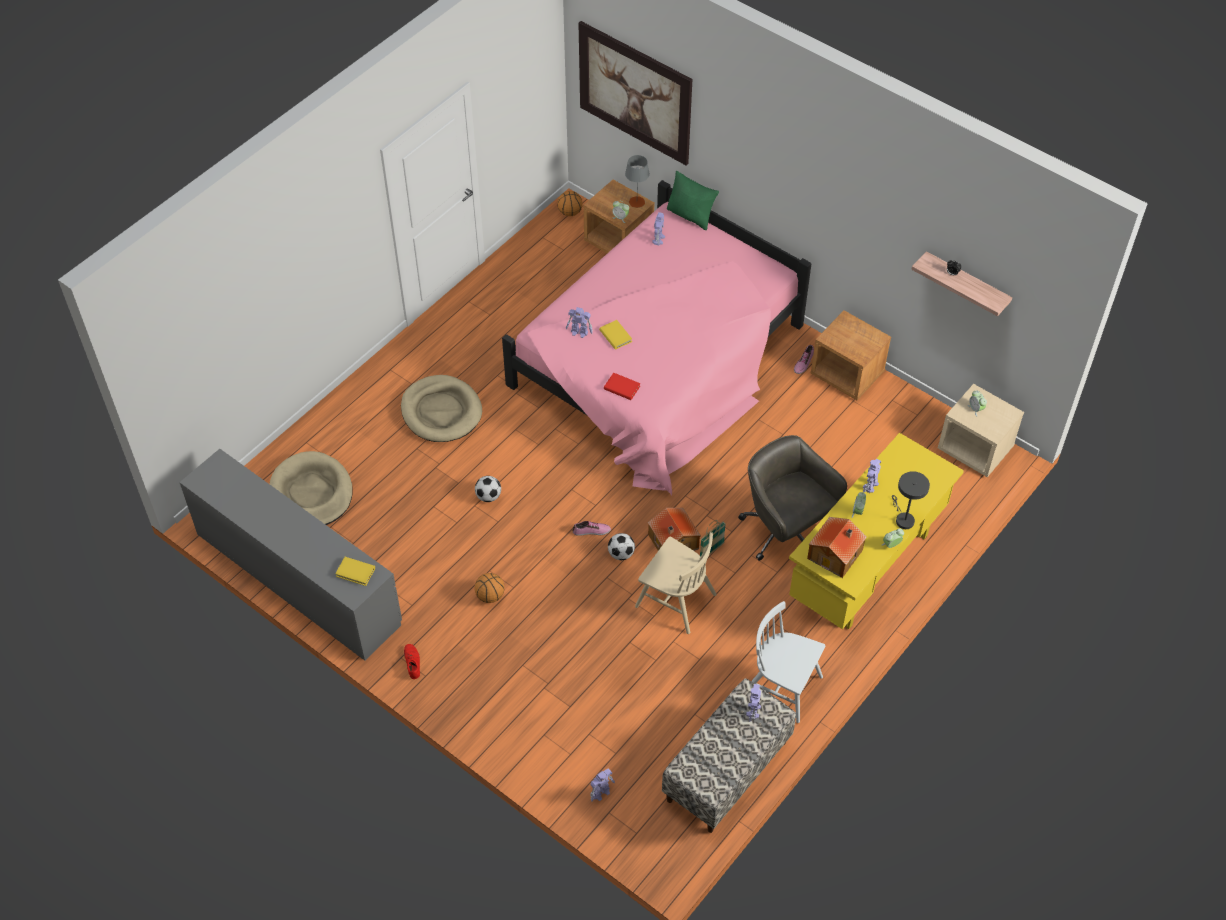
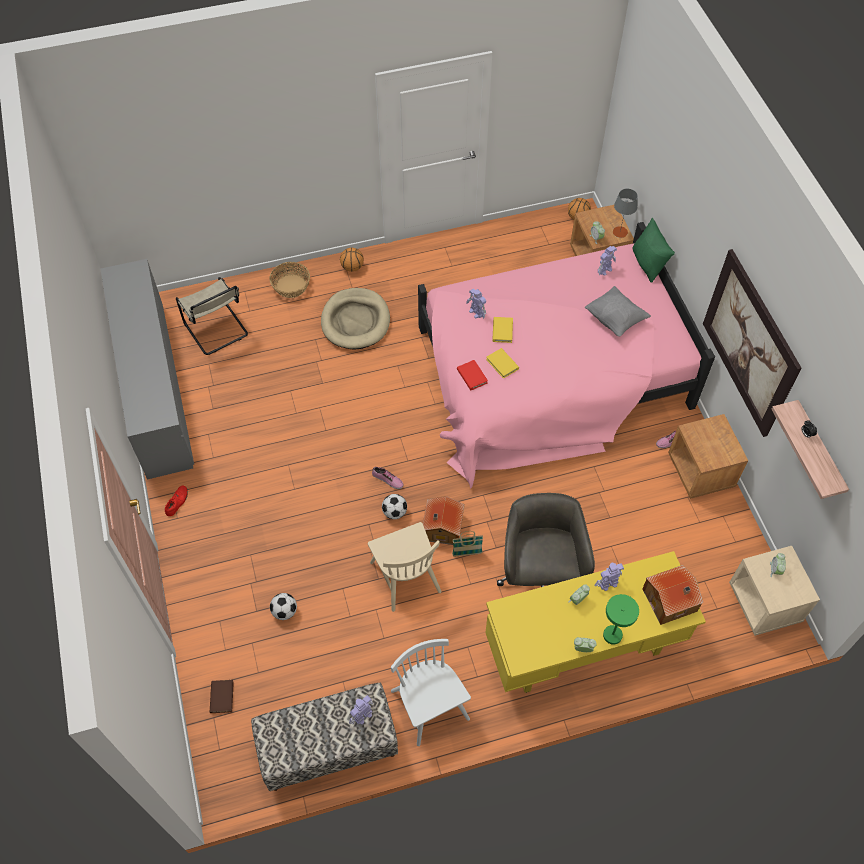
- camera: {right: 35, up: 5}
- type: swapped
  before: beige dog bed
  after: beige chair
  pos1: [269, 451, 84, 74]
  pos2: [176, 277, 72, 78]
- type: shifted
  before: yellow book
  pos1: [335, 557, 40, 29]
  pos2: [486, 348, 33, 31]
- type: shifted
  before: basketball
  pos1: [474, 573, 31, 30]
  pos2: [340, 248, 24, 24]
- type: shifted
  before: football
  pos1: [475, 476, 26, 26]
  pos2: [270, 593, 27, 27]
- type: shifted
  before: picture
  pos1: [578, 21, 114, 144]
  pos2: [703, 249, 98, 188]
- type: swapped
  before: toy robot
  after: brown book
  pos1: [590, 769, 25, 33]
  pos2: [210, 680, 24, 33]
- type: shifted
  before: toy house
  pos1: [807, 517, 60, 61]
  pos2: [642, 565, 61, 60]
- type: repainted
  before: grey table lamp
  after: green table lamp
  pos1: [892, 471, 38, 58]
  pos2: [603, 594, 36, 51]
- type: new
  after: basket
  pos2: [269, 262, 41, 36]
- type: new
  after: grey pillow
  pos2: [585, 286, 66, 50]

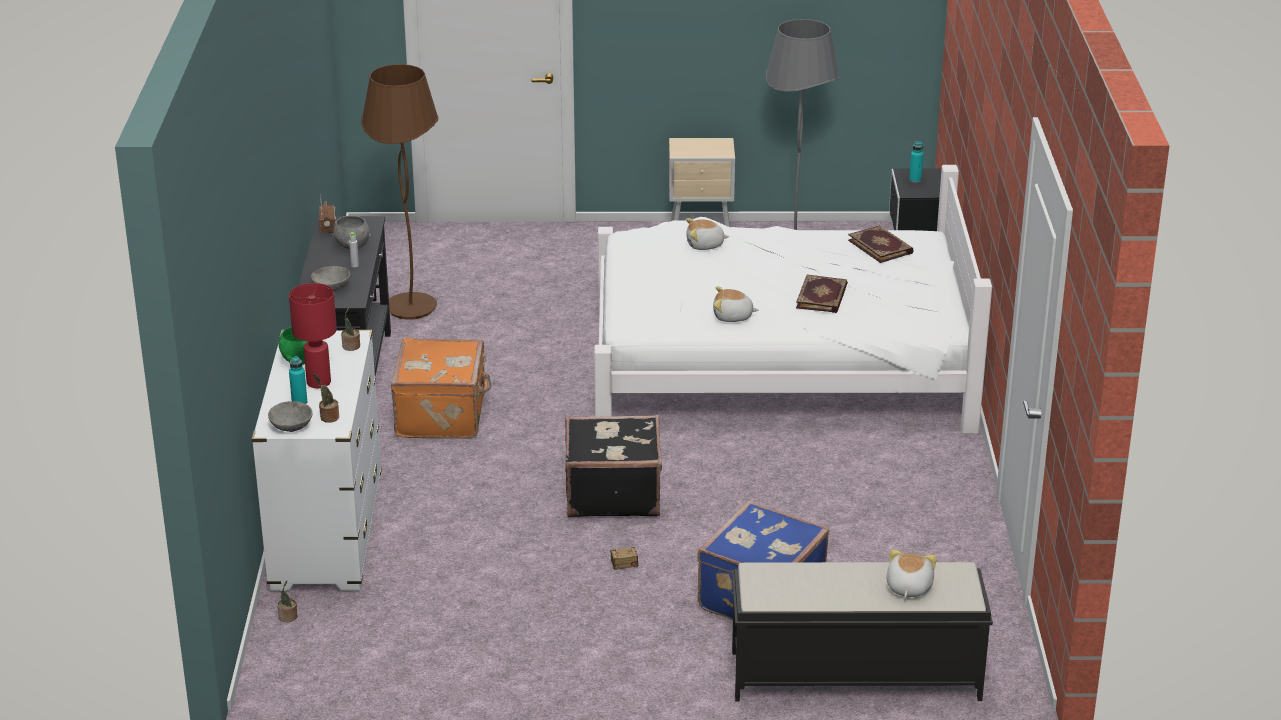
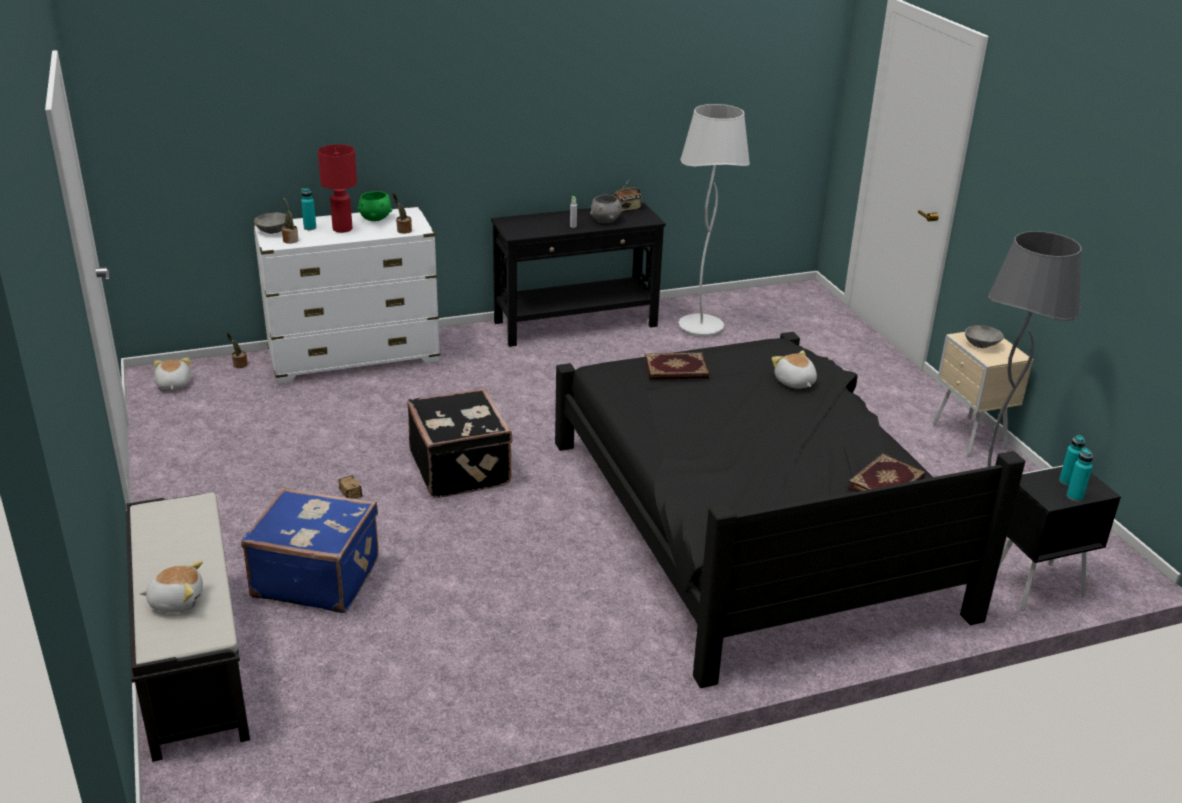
- camera: {right: 70, up: 0}
- type: shifted
  before: grey bowl
  pos1: [311, 266, 39, 25]
  pos2: [965, 325, 39, 23]
- type: repainted
  before: brown floor lamp
  after: white floor lamp
  pos1: [361, 64, 78, 256]
  pos2: [679, 104, 71, 232]
- type: gone
  before: orange suitcase
  pos1: [391, 338, 100, 101]
- type: repainted
  before: white bed
  after: black bed
  pos1: [594, 165, 398, 269]
  pos2: [555, 332, 470, 356]
- type: shifted
  before: plush toy
  pos1: [713, 287, 46, 35]
  pos2: [154, 358, 37, 32]
- type: shifted
  before: book
  pos1: [796, 275, 52, 38]
  pos2: [644, 352, 65, 28]
- type: new
  after: turquoise bottle
  pos2: [1067, 448, 26, 53]

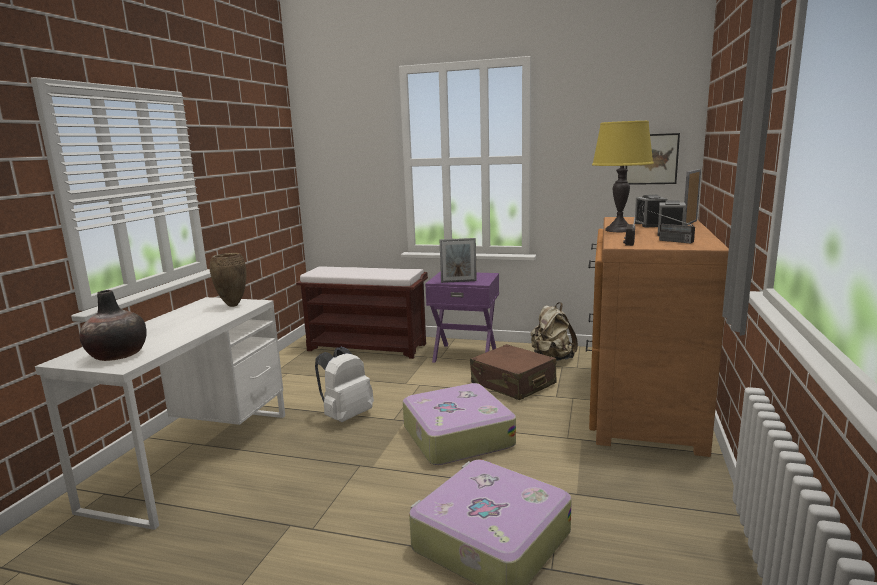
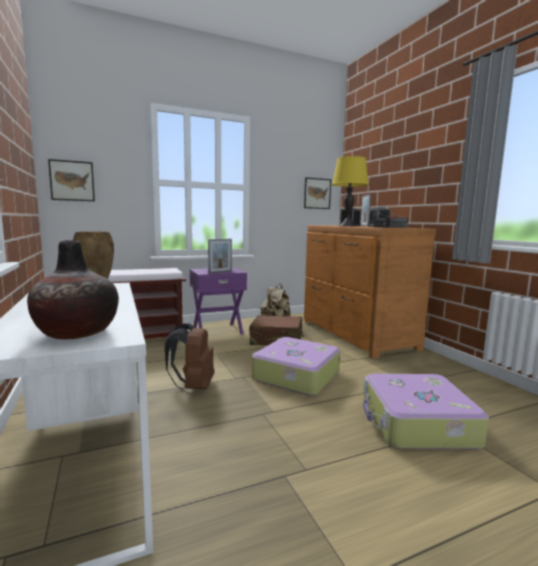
- camera: {right: -40, up: -5}
- type: repainted
  before: white backpack
  after: brown backpack
  pos1: [315, 346, 59, 76]
  pos2: [165, 323, 50, 67]
- type: new
  after: picture
  pos2: [48, 159, 47, 42]

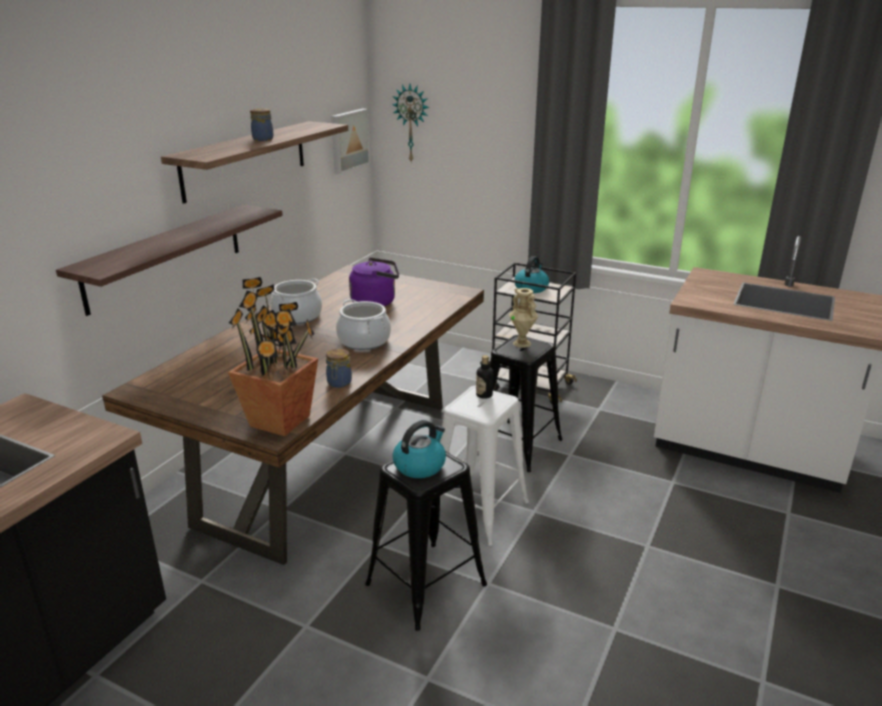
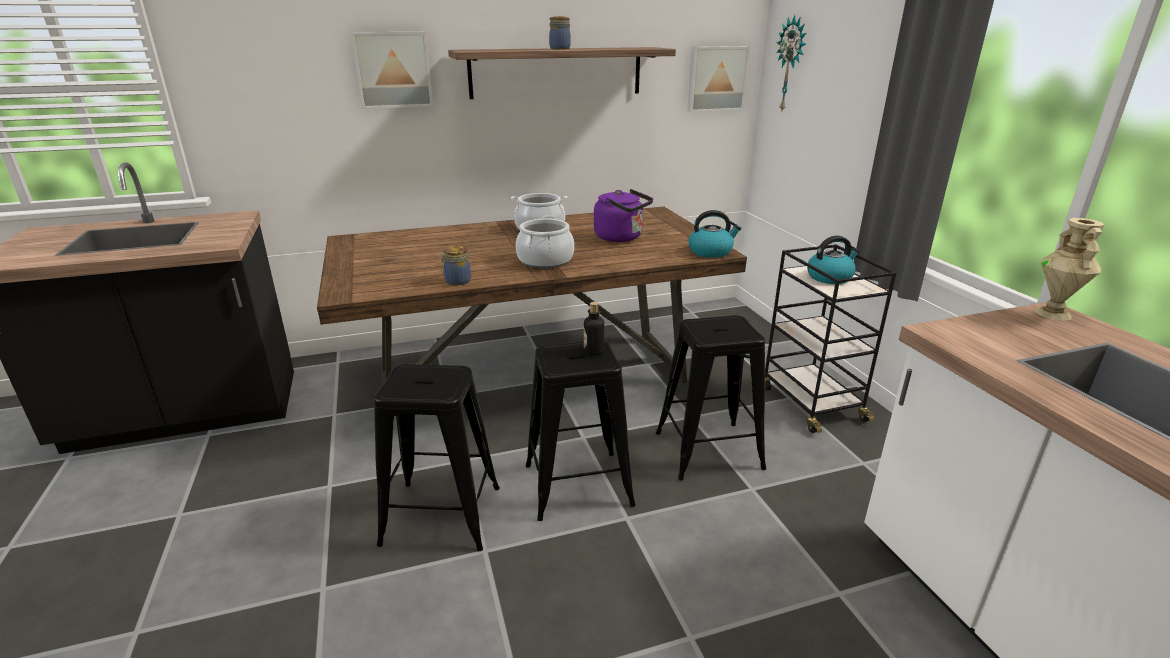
- camera: {right: 45, up: 0}
- type: gone
  before: shelf
  pos1: [56, 205, 227, 111]
- type: gone
  before: potted plant
  pos1: [228, 277, 90, 159]
- type: shifted
  before: kettle
  pos1: [392, 420, 54, 58]
  pos2: [688, 210, 54, 48]
- type: repainted
  before: white stool
  after: black stool
  pos1: [440, 386, 89, 160]
  pos2: [526, 341, 110, 180]
- type: shifted
  before: beige vase
  pos1: [509, 288, 29, 60]
  pos2: [1035, 218, 69, 103]
- type: new
  after: picture
  pos2: [351, 32, 82, 77]

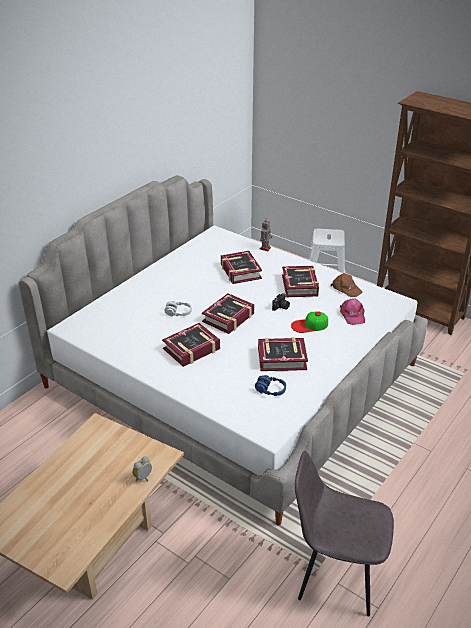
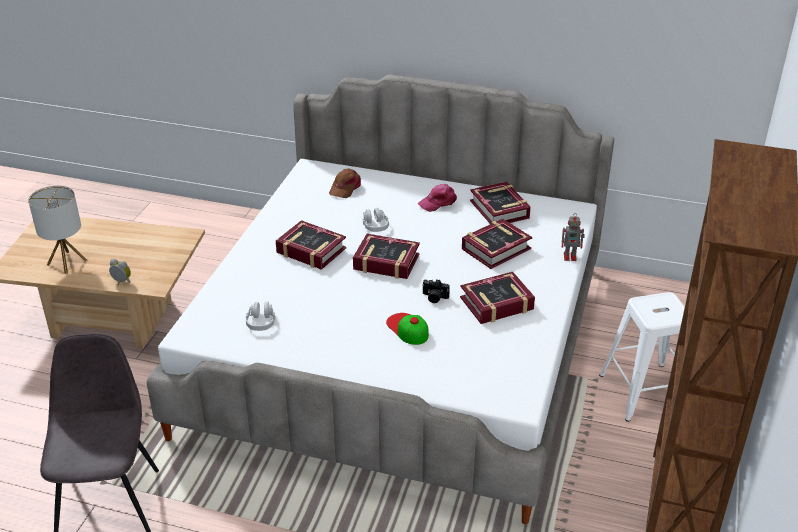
- camera: {right: 70, up: 0}
- type: repainted
  before: blue headphones
  after: grey headphones
  pos1: [255, 375, 31, 21]
  pos2: [246, 302, 30, 29]
- type: shifted
  before: book
  pos1: [258, 337, 50, 34]
  pos2: [470, 182, 61, 42]
- type: shifted
  before: brown cap
  pos1: [331, 273, 32, 24]
  pos2: [329, 168, 32, 30]
- type: shifted
  before: pink cap
  pos1: [340, 298, 25, 27]
  pos2: [418, 184, 39, 28]
- type: new
  after: table lamp
  pos2: [28, 186, 59, 88]

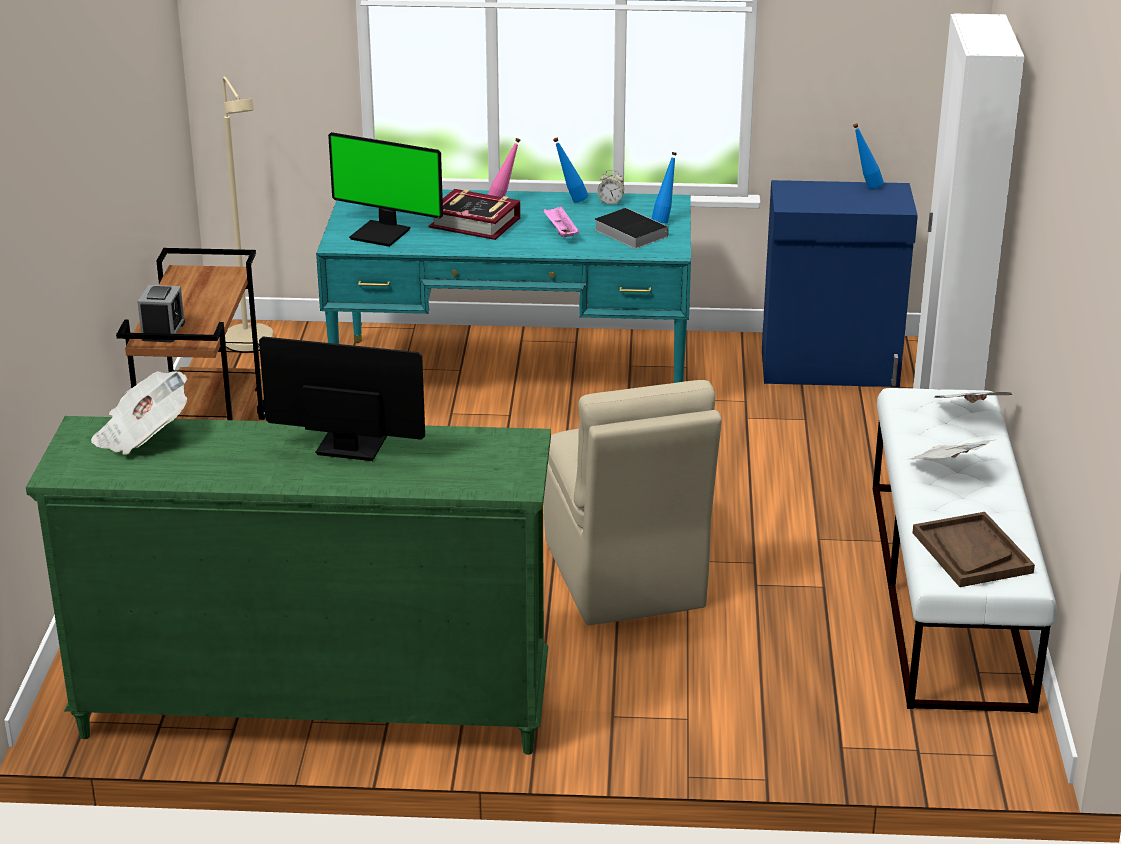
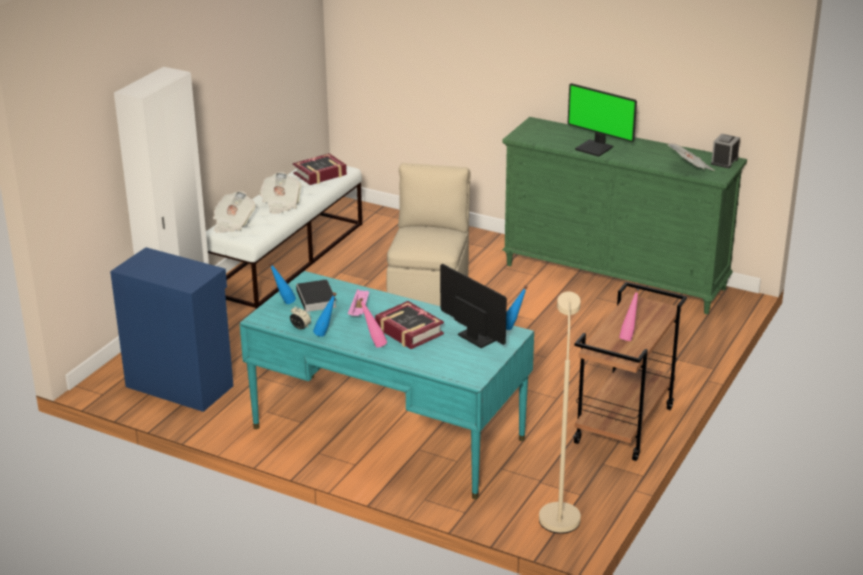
- camera: {right: -155, up: 0}
- type: shifted
  before: alarm clock
  pos1: [137, 285, 48, 57]
  pos2: [711, 134, 29, 34]
- type: shifted
  before: blue bottle
  pos1: [853, 123, 31, 66]
  pos2: [506, 285, 22, 45]
- type: swapped
  before: brown tray
  after: book
  pos1: [913, 512, 122, 75]
  pos2: [293, 153, 54, 32]
- type: new
  after: pink bottle
  pos2: [619, 288, 20, 53]

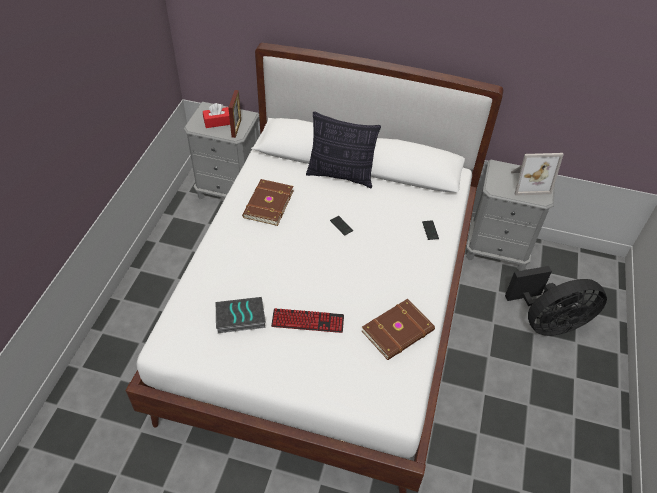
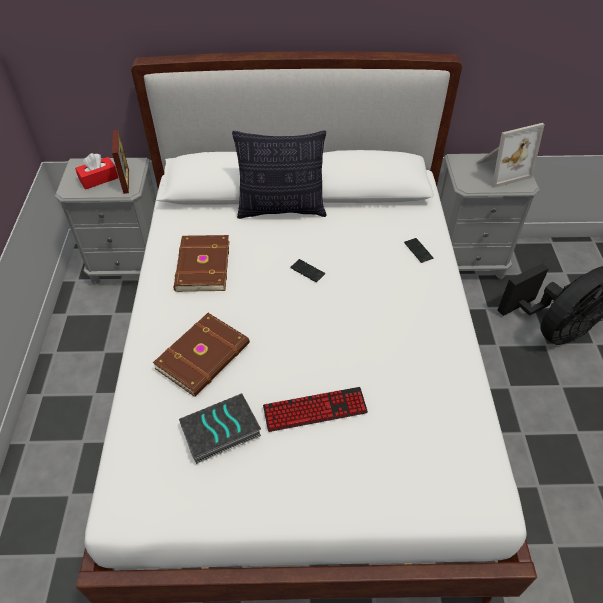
- camera: {right: -15, up: 0}
- type: shifted
  before: brown book
  pos1: [362, 299, 73, 61]
  pos2: [153, 313, 97, 84]

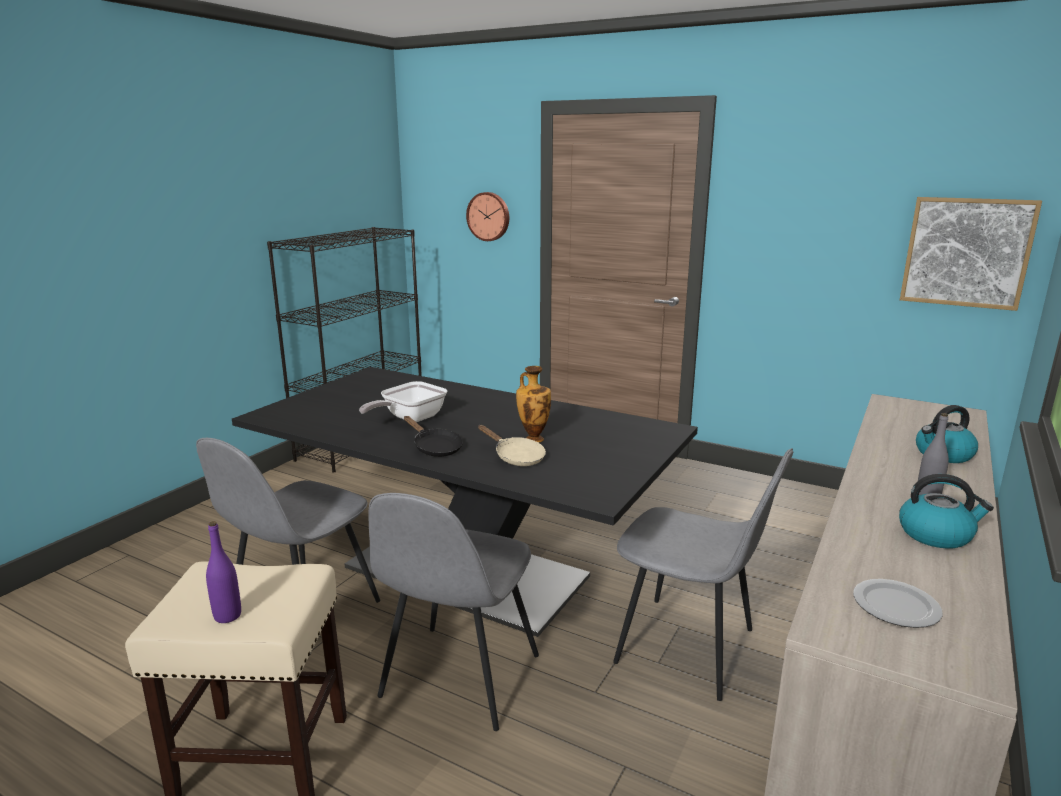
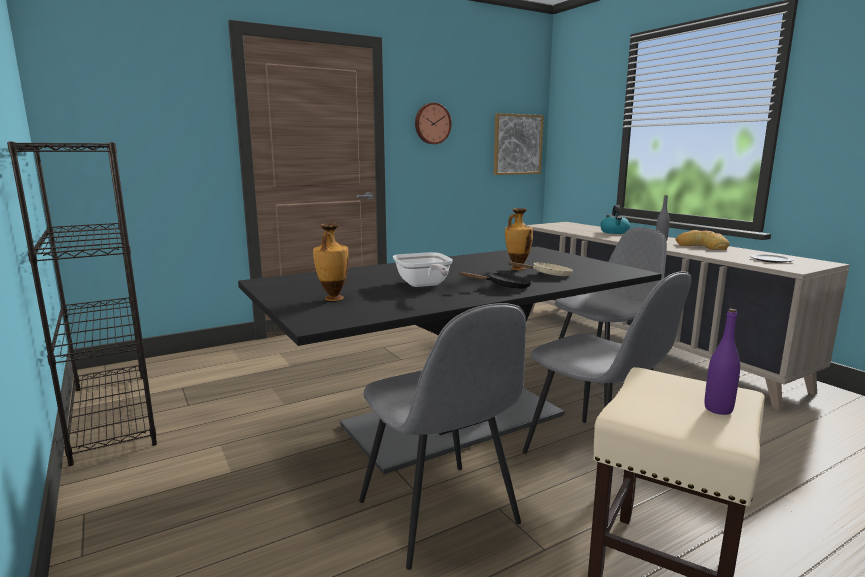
- camera: {right: -60, up: -5}
- type: shifted
  before: wall clock
  pos1: [466, 192, 43, 49]
  pos2: [415, 103, 37, 41]
- type: swapped
  before: kettle
  after: bread
  pos1: [899, 474, 95, 75]
  pos2: [675, 230, 54, 20]
- type: new
  after: vase
  pos2: [313, 223, 36, 78]

